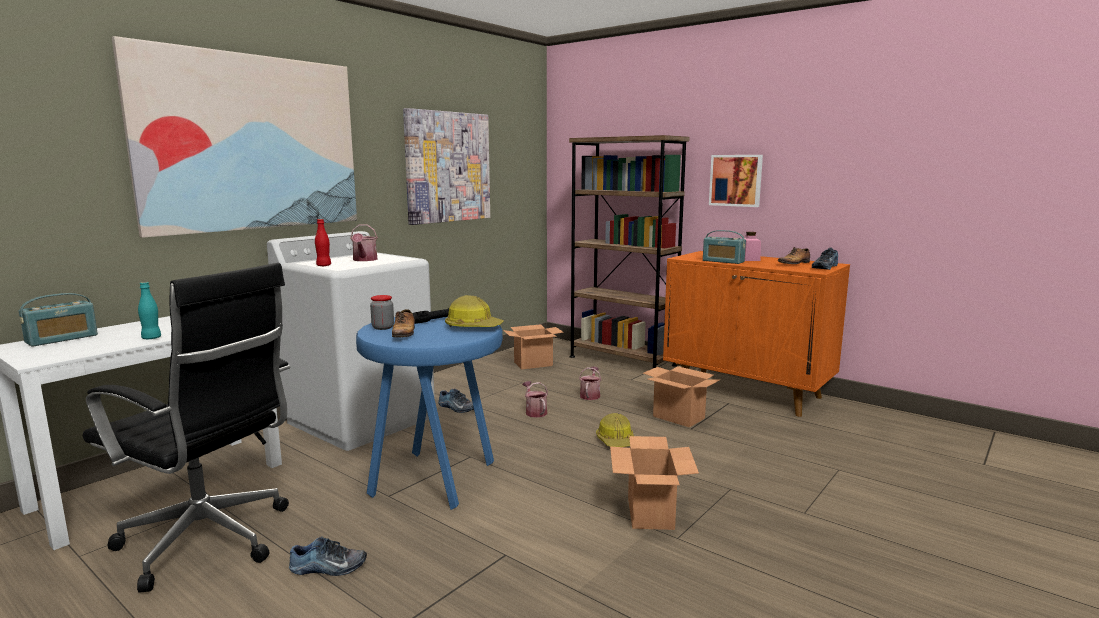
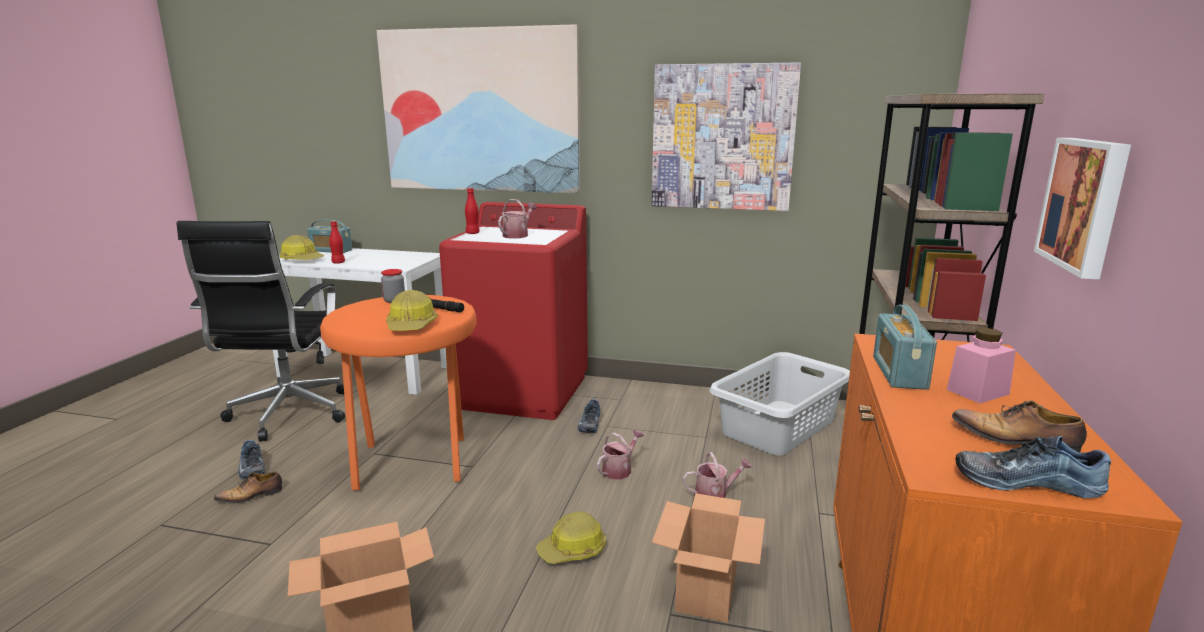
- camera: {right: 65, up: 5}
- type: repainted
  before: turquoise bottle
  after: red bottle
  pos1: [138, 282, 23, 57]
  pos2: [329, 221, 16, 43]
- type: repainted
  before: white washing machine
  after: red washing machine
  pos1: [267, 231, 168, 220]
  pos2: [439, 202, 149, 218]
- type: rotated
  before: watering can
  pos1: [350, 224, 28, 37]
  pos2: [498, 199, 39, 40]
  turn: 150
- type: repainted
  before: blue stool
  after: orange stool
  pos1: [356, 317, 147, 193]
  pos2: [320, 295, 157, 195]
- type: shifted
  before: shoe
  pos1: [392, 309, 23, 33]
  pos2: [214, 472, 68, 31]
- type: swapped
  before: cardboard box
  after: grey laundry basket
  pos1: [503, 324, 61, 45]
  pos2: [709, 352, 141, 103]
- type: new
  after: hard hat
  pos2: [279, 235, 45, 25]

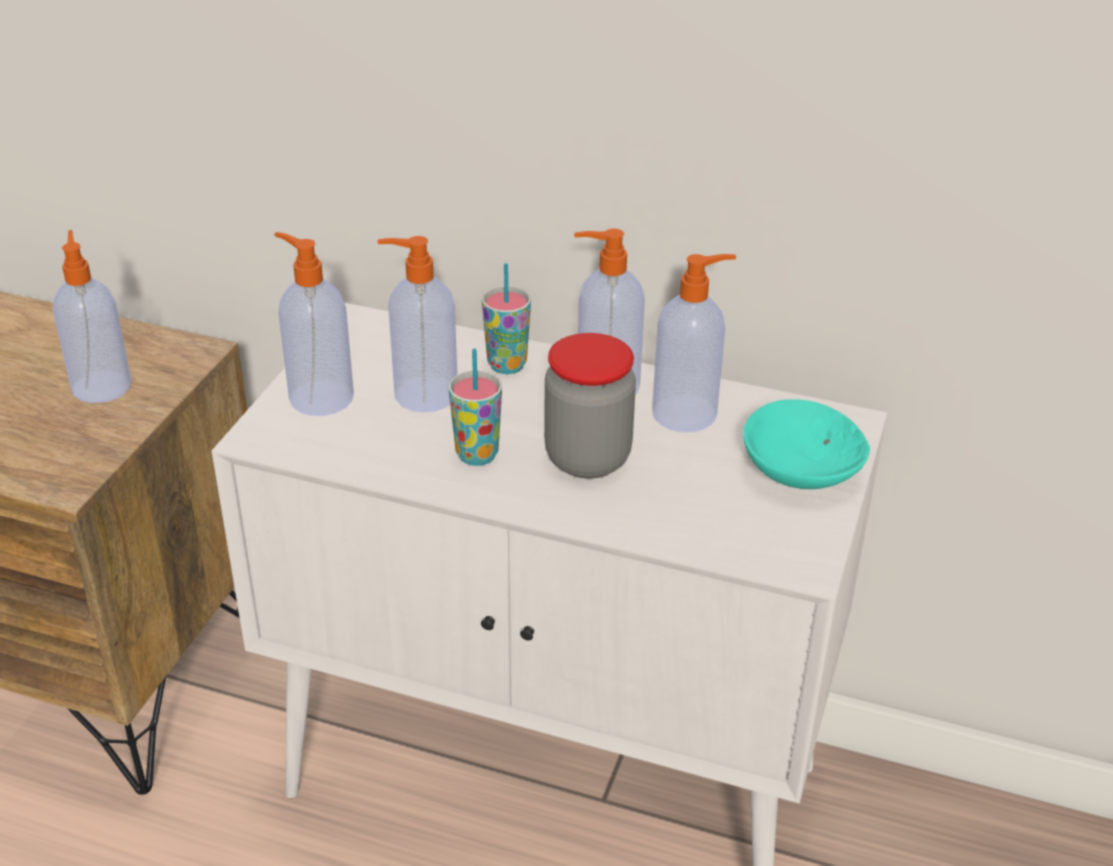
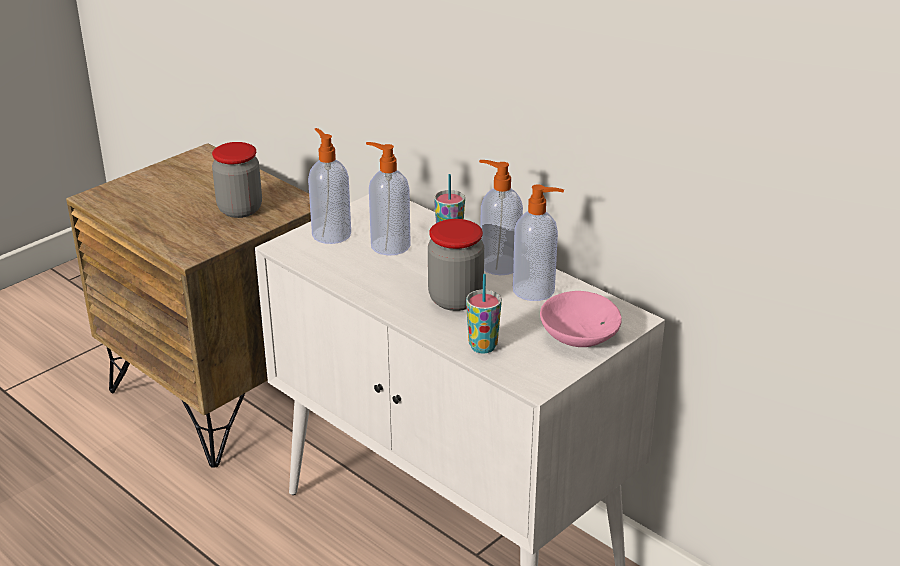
- camera: {right: 25, up: -5}
- type: swapped
  before: soap dispenser
  after: jar
  pos1: [53, 230, 79, 173]
  pos2: [212, 142, 50, 76]
- type: shifted
  before: cup
  pos1: [449, 348, 53, 118]
  pos2: [466, 274, 36, 79]
- type: repainted
  before: turquoise bowl
  after: pink bowl
  pos1: [743, 399, 127, 90]
  pos2: [540, 291, 82, 56]

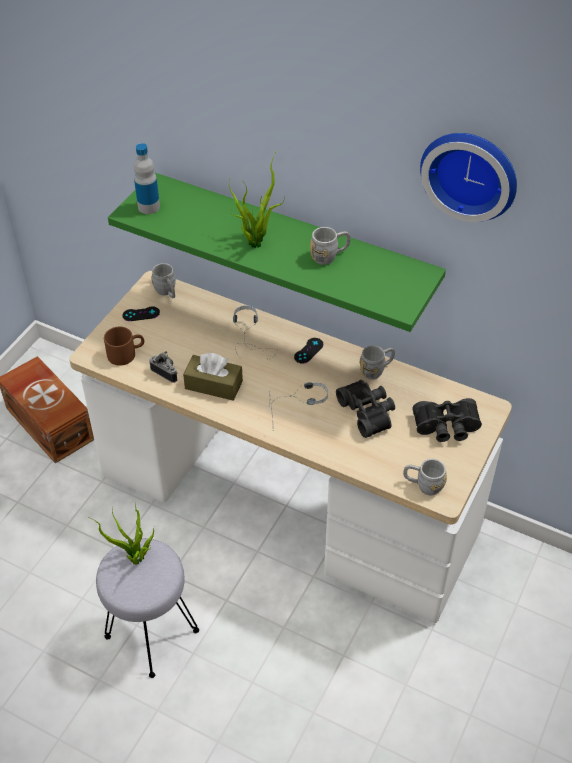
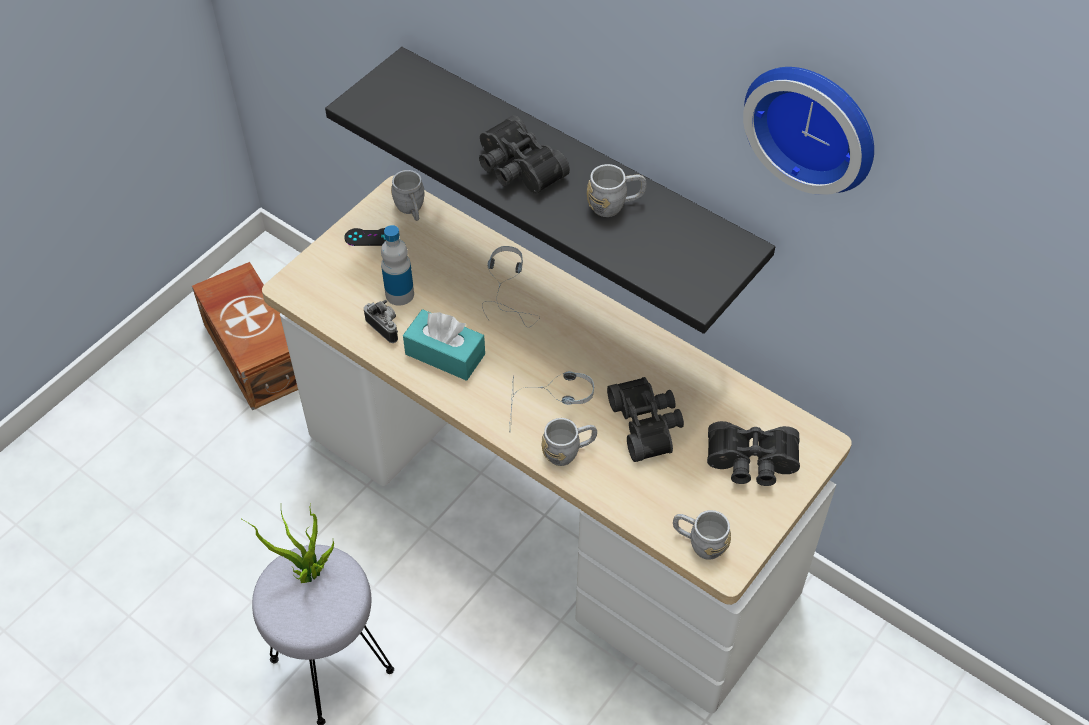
- camera: {right: 10, up: 5}
- type: gone
  before: brown mug
  pos1: [104, 327, 40, 39]
- type: repainted
  before: green shelf
  after: black shelf
  pos1: [108, 172, 338, 160]
  pos2: [325, 47, 450, 287]
- type: shifted
  before: bottle
  pos1: [134, 143, 26, 71]
  pos2: [381, 225, 33, 81]
- type: repainted
  before: brown tissue box
  after: turquoise tissue box
  pos1: [183, 353, 60, 48]
  pos2: [403, 309, 82, 71]
- type: swapped
  before: potted plant
  after: black binoculars
  pos1: [229, 151, 55, 97]
  pos2: [479, 115, 91, 79]
- type: gone
  before: black game controller
  pos1: [294, 338, 29, 26]
- type: shifted
  before: grey mug
  pos1: [360, 345, 35, 35]
  pos2: [541, 418, 56, 48]

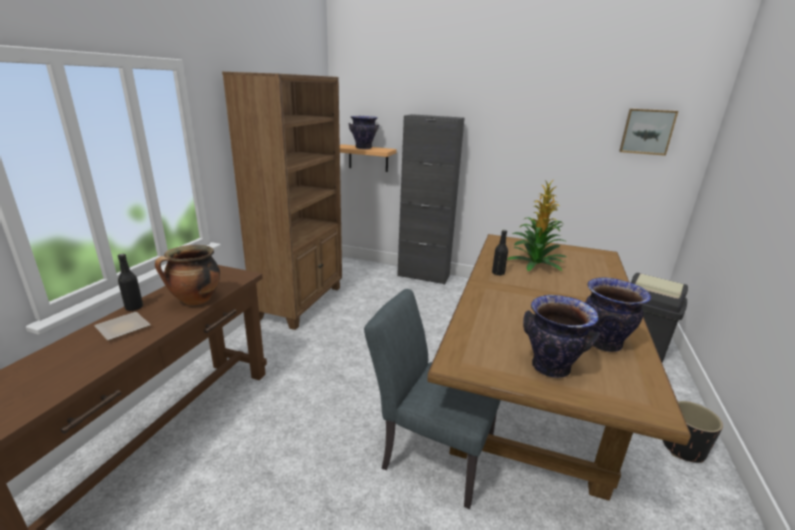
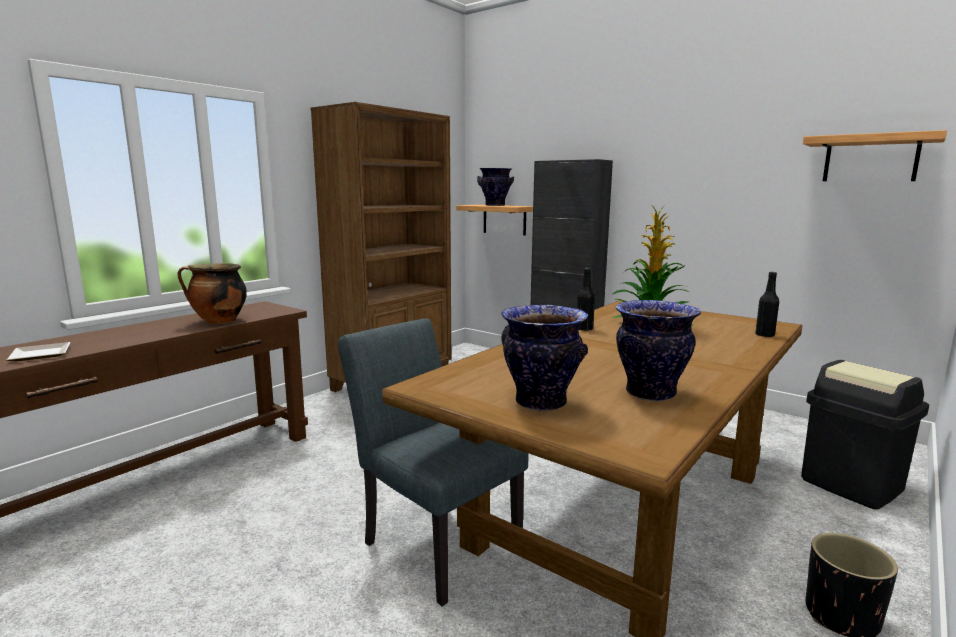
- camera: {right: 20, up: -10}
- type: shifted
  before: plate
  pos1: [94, 312, 57, 29]
  pos2: [7, 342, 63, 19]
- type: shifted
  before: black bottle
  pos1: [118, 254, 25, 57]
  pos2: [755, 272, 24, 65]
- type: swapped
  before: picture
  after: shelf
  pos1: [619, 109, 59, 47]
  pos2: [803, 130, 144, 51]

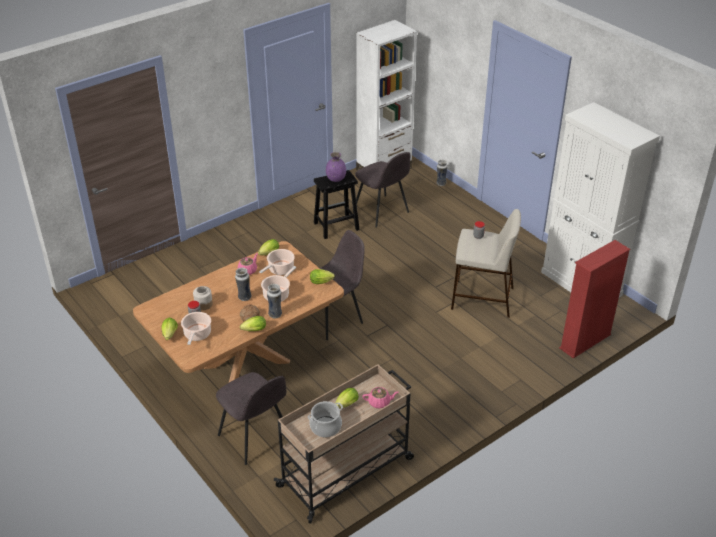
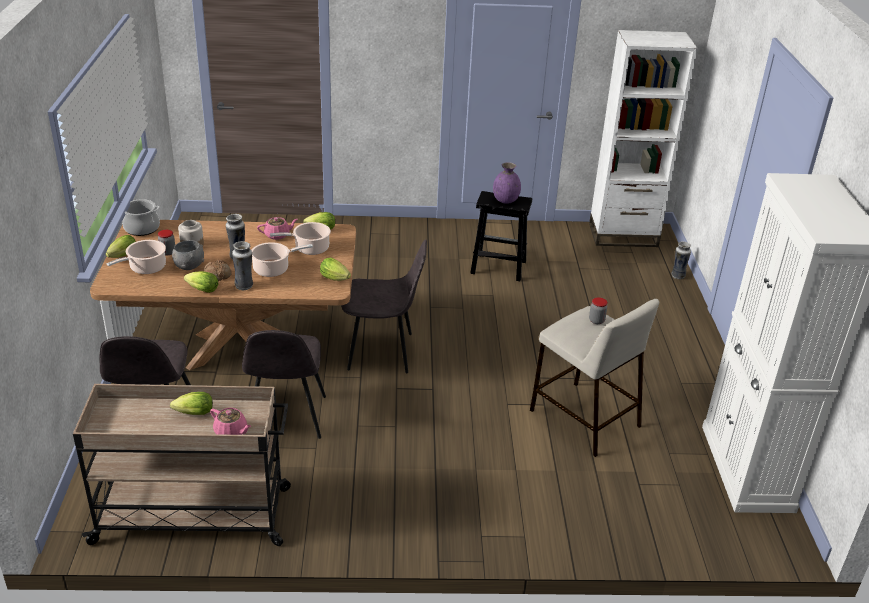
- camera: {right: 35, up: -5}
- type: shifted
  before: cooking pot
  pos1: [308, 401, 35, 36]
  pos2: [122, 199, 38, 37]
- type: shifted
  before: grey chair
  pos1: [355, 152, 55, 76]
  pos2: [242, 330, 84, 109]
- type: gone
  before: red bookcase
  pos1: [559, 240, 71, 118]
- type: new
  after: grey bowl
  pos2: [172, 240, 32, 30]

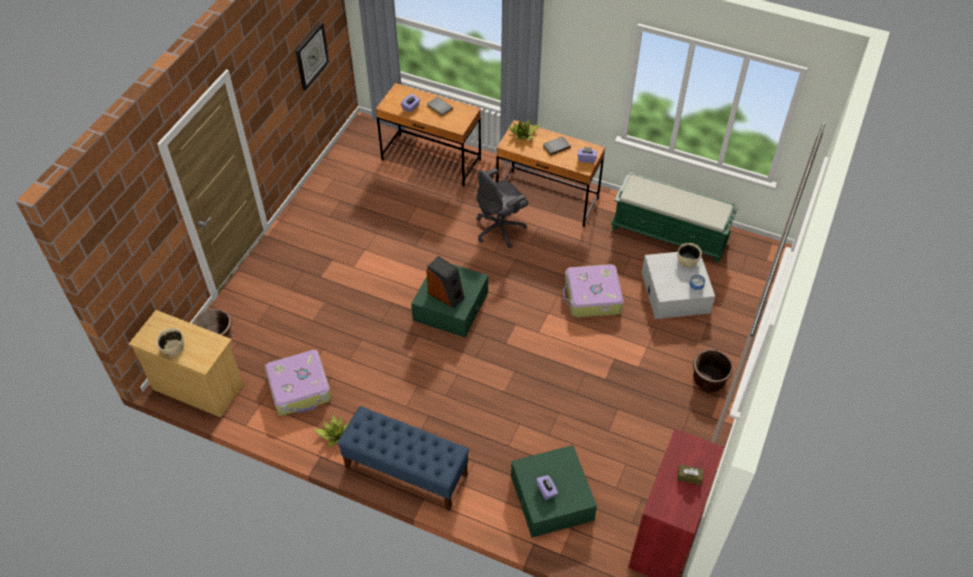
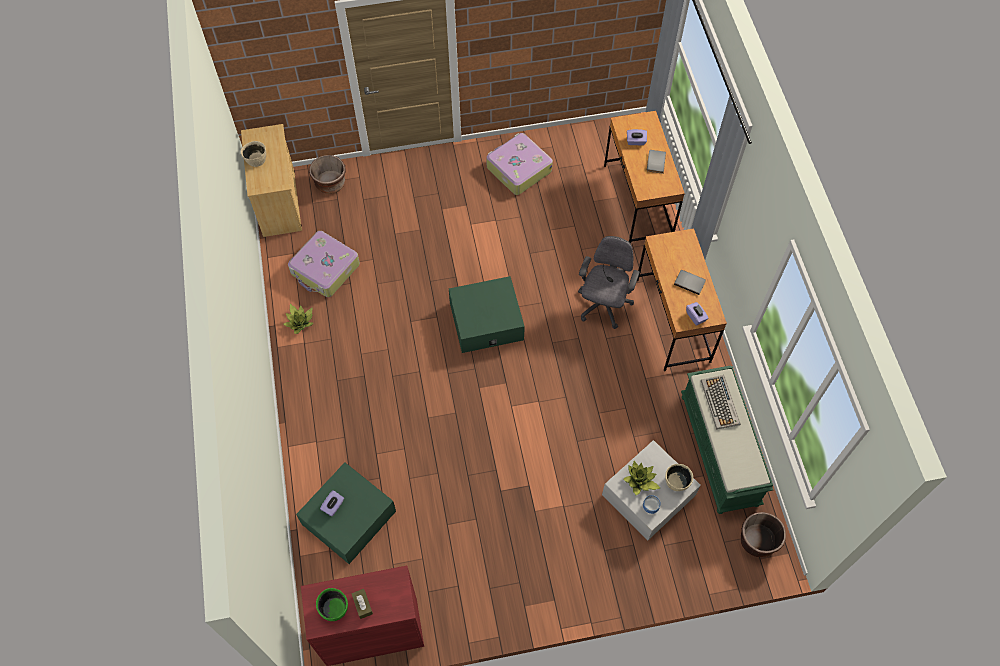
- camera: {right: 55, up: 10}
- type: gone
  before: wall clock
  pos1: [296, 22, 33, 69]
- type: gone
  before: blue bench
  pos1: [337, 406, 132, 105]
- type: gone
  before: speaker
  pos1: [426, 256, 39, 52]
- type: rotated
  before: grey office chair
  pos1: [476, 168, 52, 80]
  pos2: [578, 236, 62, 93]
  turn: 90
- type: shifted
  before: potted plant
  pos1: [508, 119, 32, 21]
  pos2: [623, 461, 37, 34]
- type: shifted
  before: suitcase
  pos1: [563, 264, 61, 53]
  pos2: [486, 133, 67, 62]
- type: shifted
  before: brown planter
  pos1: [693, 349, 40, 43]
  pos2: [741, 512, 45, 45]
- type: new
  after: green bowl
  pos2: [316, 588, 32, 33]
- type: new
  after: keyboard
  pos2: [701, 375, 40, 54]

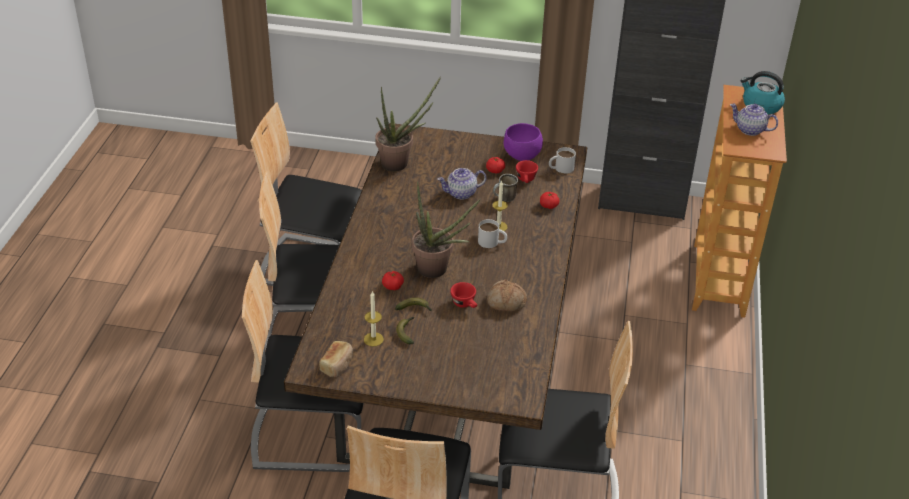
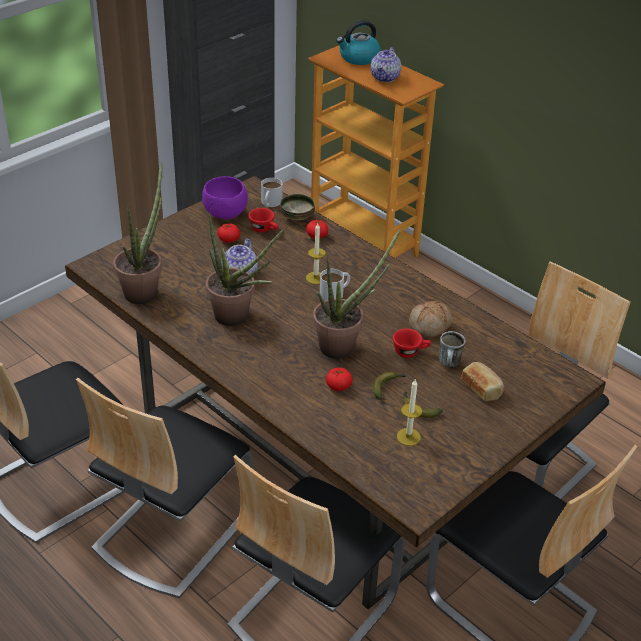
- camera: {right: -55, up: 0}
- type: shifted
  before: bread
  pos1: [319, 341, 34, 36]
  pos2: [461, 362, 43, 39]
- type: shifted
  before: mug
  pos1: [493, 174, 25, 28]
  pos2: [439, 331, 27, 37]
- type: rotated
  before: teapot
  pos1: [730, 104, 48, 32]
  pos2: [370, 47, 31, 35]
  turn: -45
- type: new
  after: potted plant
  pos2: [206, 213, 77, 113]
- type: new
  after: bowl
  pos2: [280, 194, 35, 27]

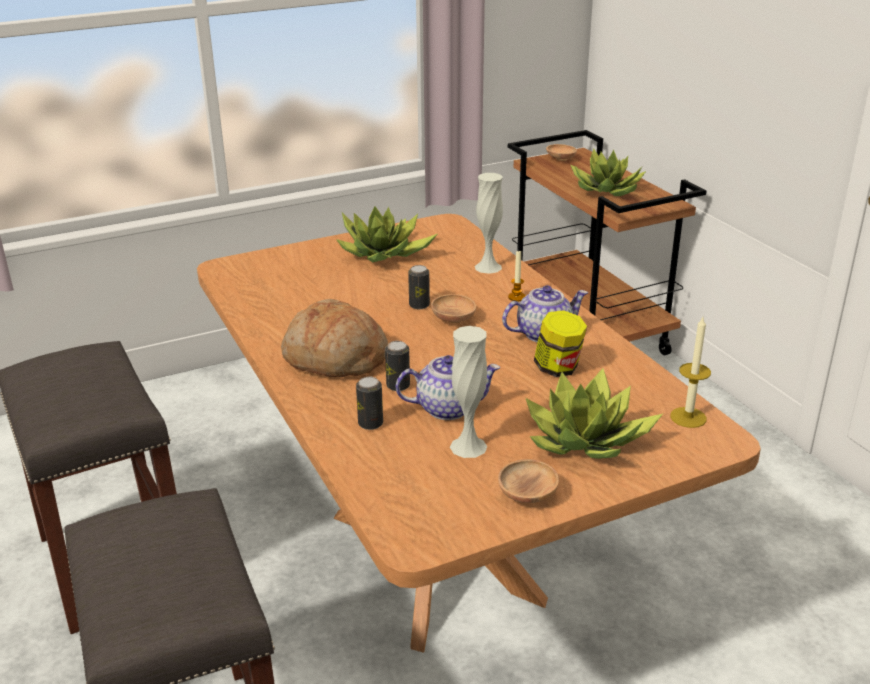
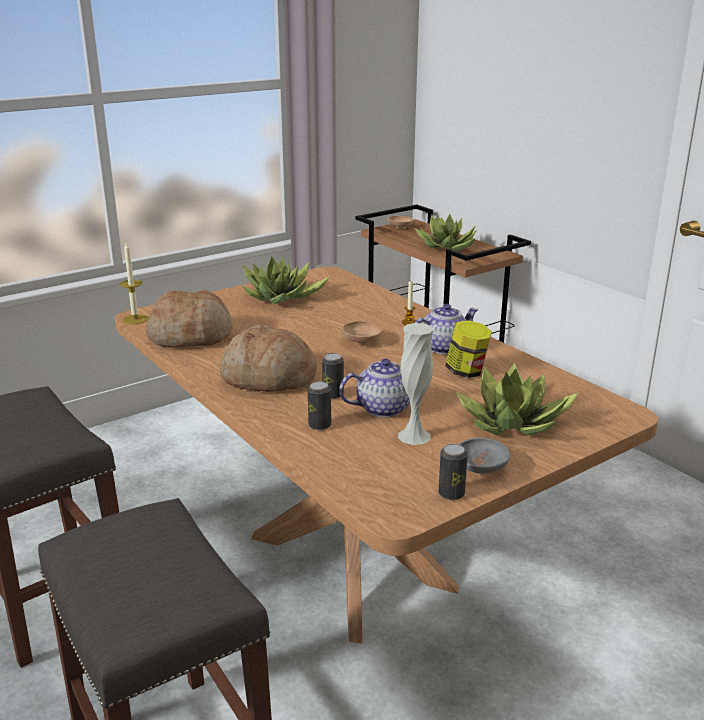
- camera: {right: -10, up: -5}
- type: shifted
  before: can
  pos1: [408, 265, 22, 44]
  pos2: [439, 444, 29, 56]
- type: gone
  before: white vase
  pos1: [475, 173, 28, 101]
- type: repainted
  before: brown bowl
  after: grey bowl
  pos1: [498, 459, 61, 44]
  pos2: [459, 438, 51, 36]
- type: shifted
  before: candle
  pos1: [670, 317, 41, 111]
  pos2: [120, 242, 28, 82]
- type: new
  after: bread
  pos2: [146, 289, 87, 58]

